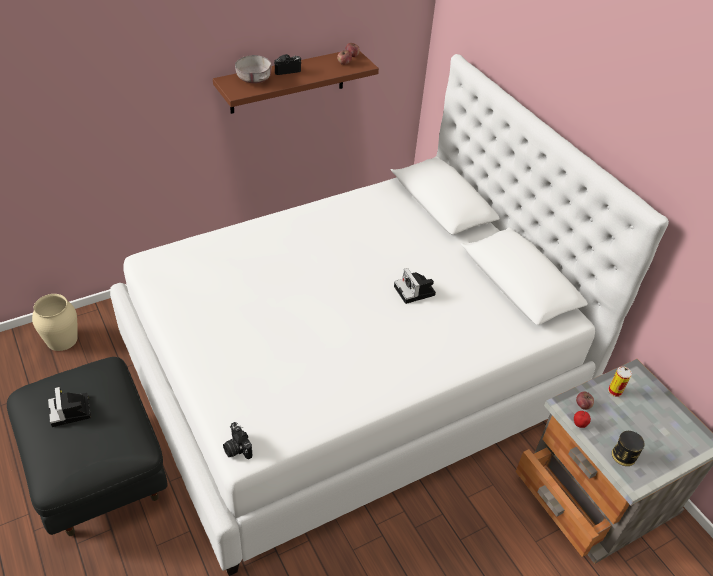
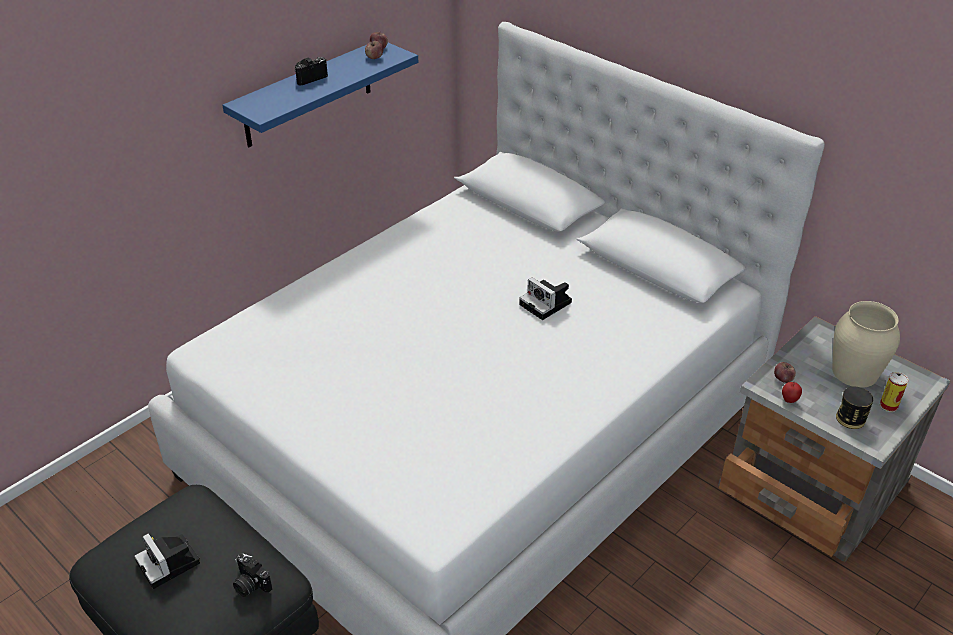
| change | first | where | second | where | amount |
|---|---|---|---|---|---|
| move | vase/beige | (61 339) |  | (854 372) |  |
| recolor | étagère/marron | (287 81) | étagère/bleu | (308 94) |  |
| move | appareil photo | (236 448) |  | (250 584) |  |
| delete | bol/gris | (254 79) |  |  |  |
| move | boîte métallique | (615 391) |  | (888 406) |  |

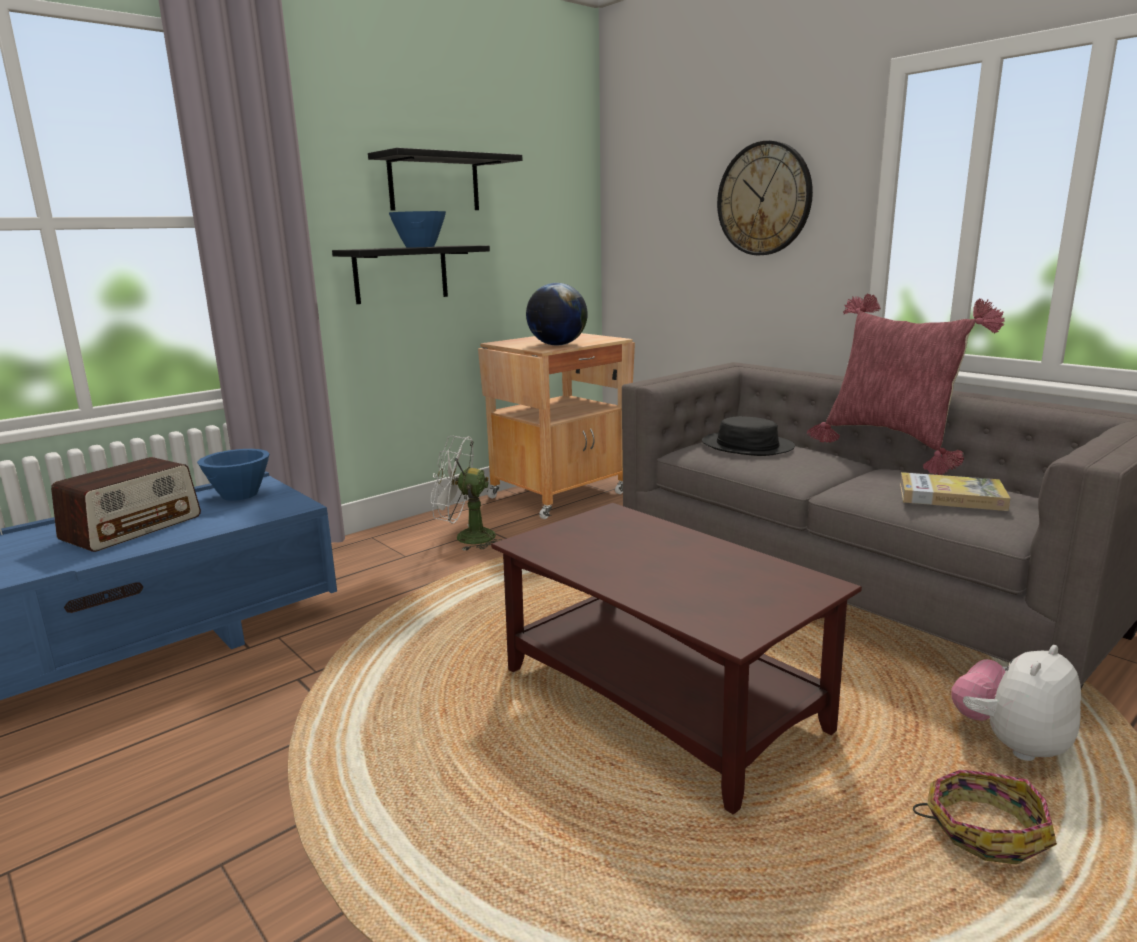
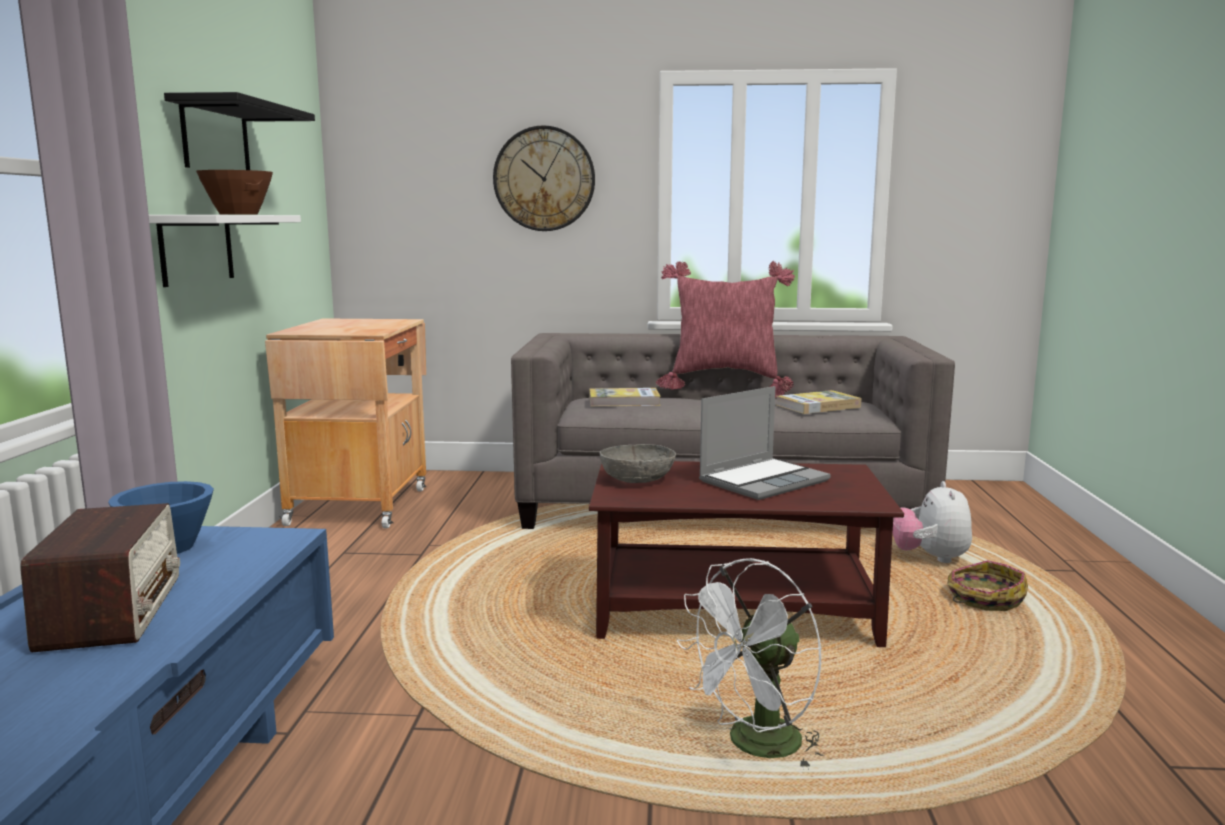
| change | first | where | second | where | amount |
|---|---|---|---|---|---|
| recolor | étagère/noir | (401 274) | étagère/blanc | (196 248) |  |
| recolor | bol/bleu | (420 247) | bol/marron | (239 214) |  |
| move | ventilateur/blanc | (466 538) |  | (755 747) |  |
| delete | globe | (557 345) |  |  |  |
| replace | chapeau/noir | (747 446) | livre | (624 401) |  |
| insert |  |  | bol/gris | (637 480) |  |
| insert |  |  | ordinateur portable | (763 480) |  |

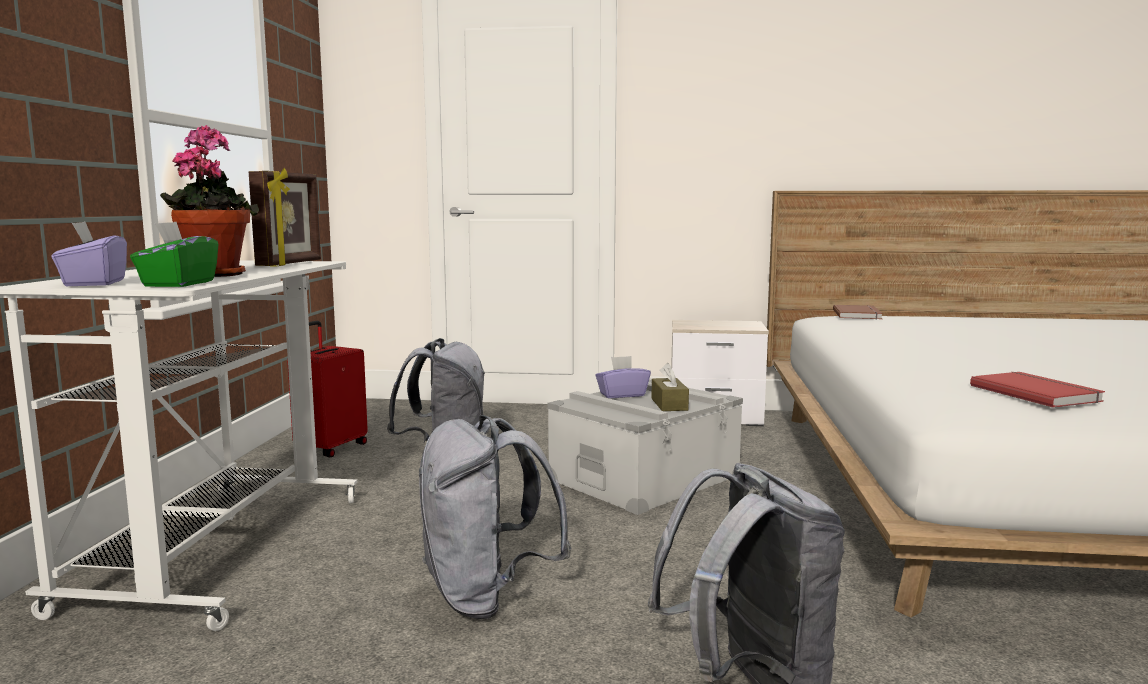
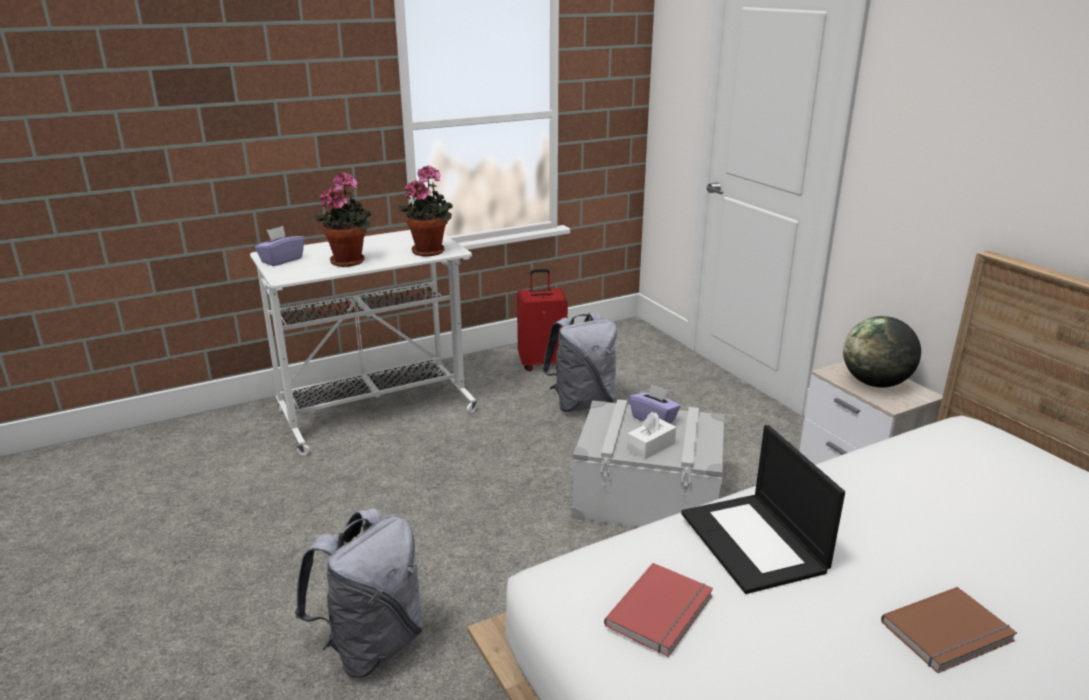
| change | first | where | second | where | amount |
|---|---|---|---|---|---|
| delete | boîte à mouchoirs/vert | (178 284) |  |  |  |
| replace | cadre photo | (291 264) | plante en pot | (430 251) |  |
| delete | sac à dos/gris | (486 597) |  |  |  |
| recolor | boîte à mouchoirs/marron | (669 404) | boîte à mouchoirs/blanc | (651 447) |  |
| move | livre/marron | (858 314) |  | (950 634) |  |
| insert |  |  | ordinateur portable | (754 542) |  |
| insert |  |  | globe | (875 383) |  |

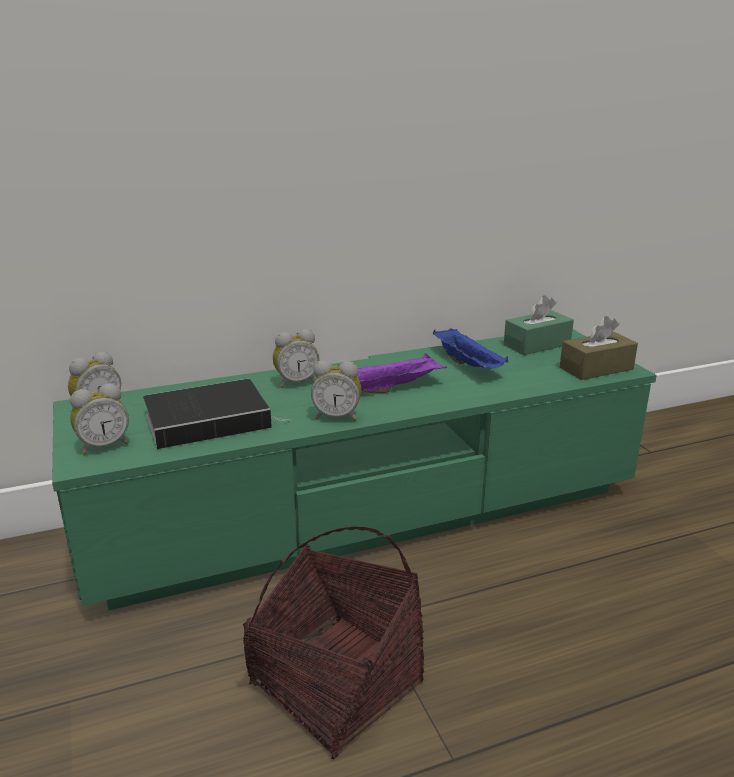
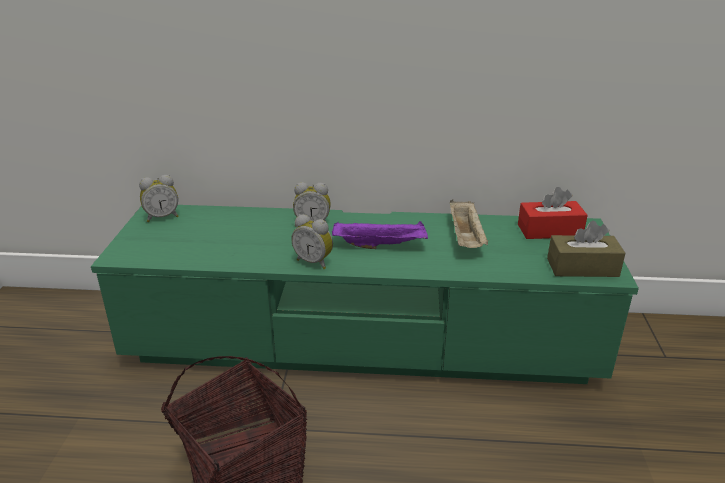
| change | first | where | second | where | amount |
|---|---|---|---|---|---|
| delete | réveil | (103 446) |  |  |  |
| delete | livre | (211 419) |  |  |  |
| recolor | plateau/bleu | (468 365) | plateau/beige | (466 238) |  |
| recolor | boîte à mouchoirs/vert | (537 344) | boîte à mouchoirs/rouge | (549 230) |  |

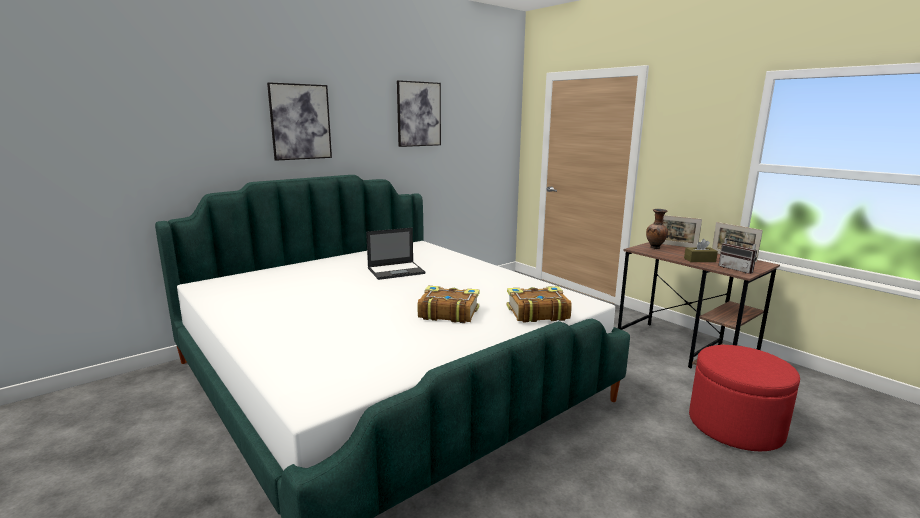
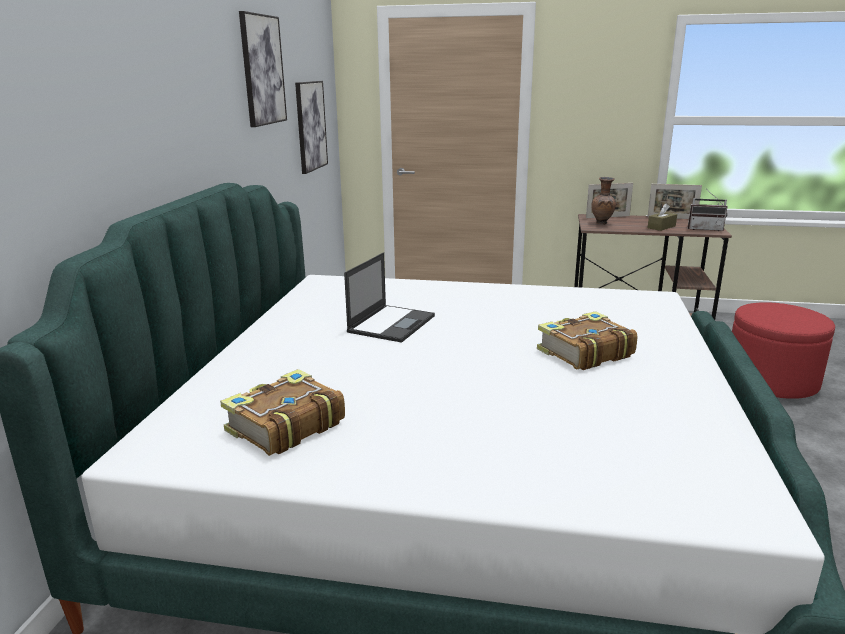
| change | first | where | second | where | amount |
|---|---|---|---|---|---|
| move | tableau | (300 122) |  | (310 126) |  |
| move | livre | (536 313) |  | (284 426) |  |

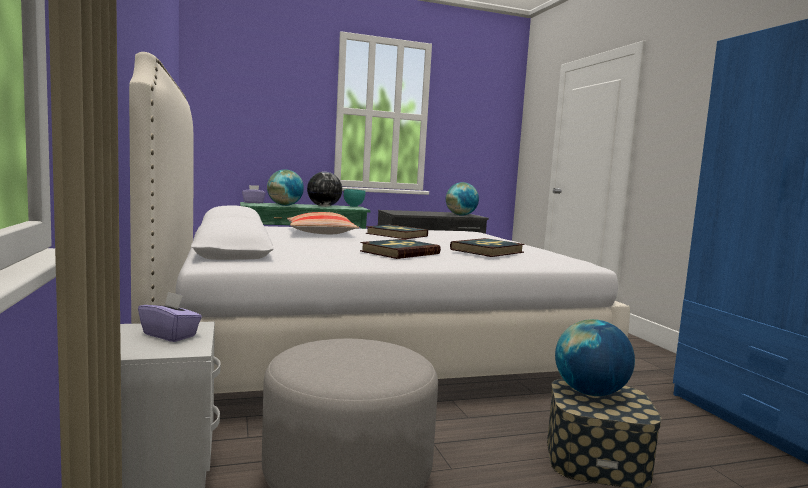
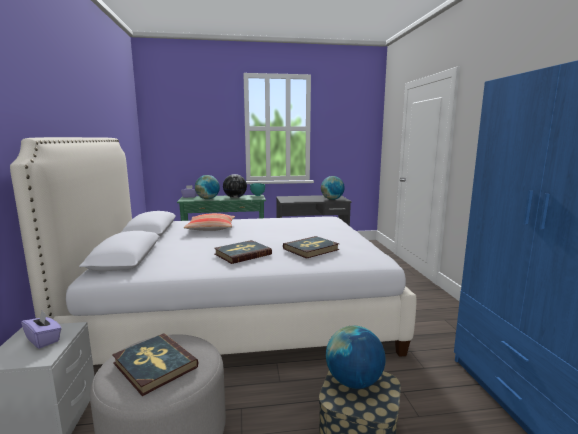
| change | first | where | second | where | amount |
|---|---|---|---|---|---|
| move | livre | (396 235) |  | (154 365) |  |

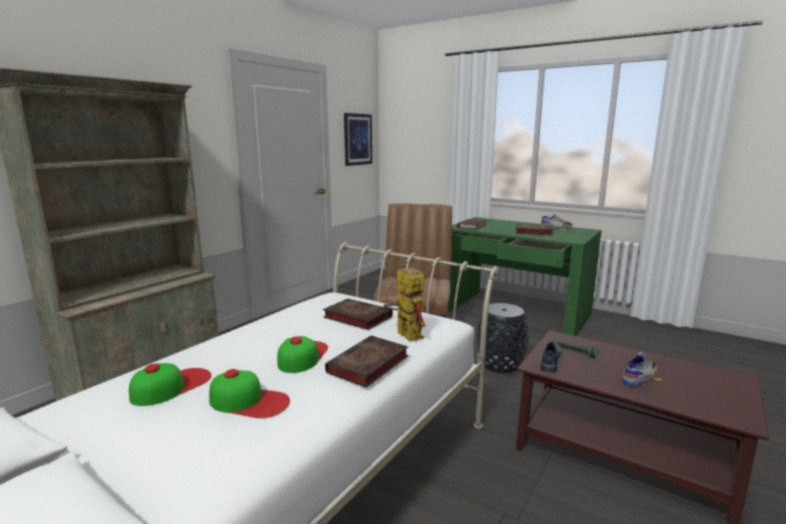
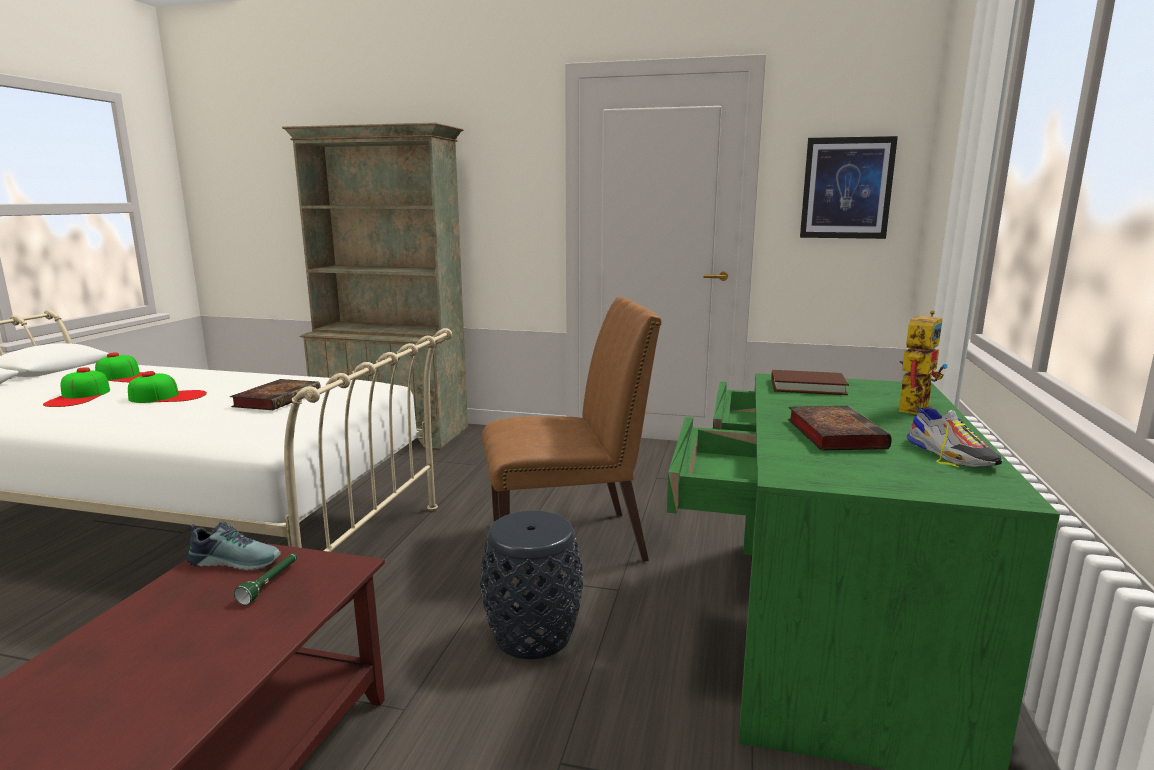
| change | first | where | second | where | amount |
|---|---|---|---|---|---|
| delete | livre | (367 366) |  |  |  |
| move | robot jouet | (404 333) |  | (913 407) |  |
| delete | chaussure | (639 375) |  |  |  |

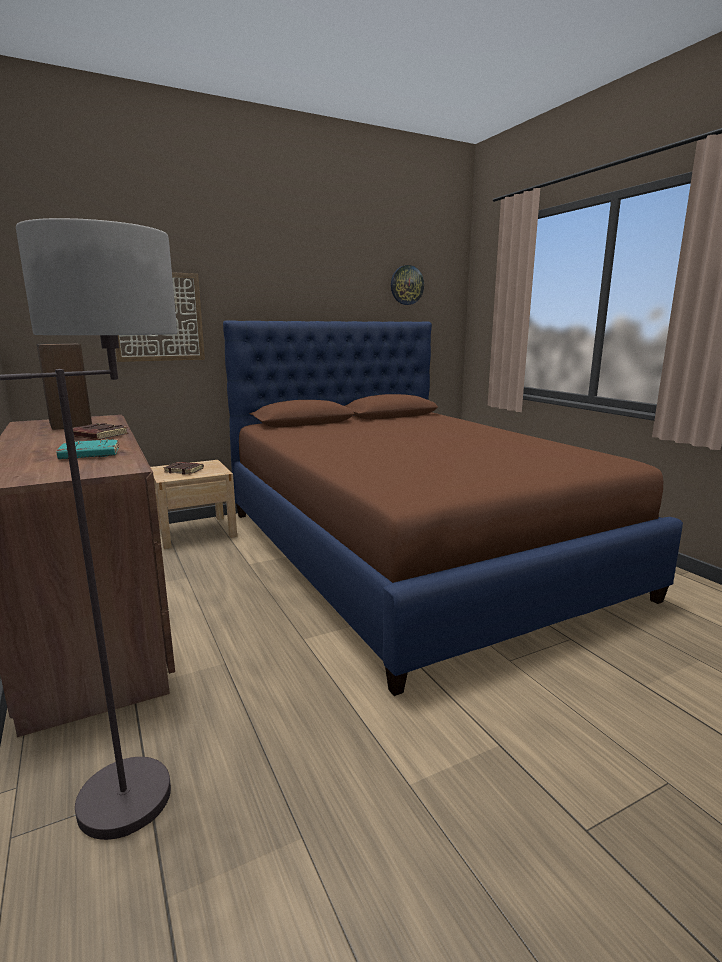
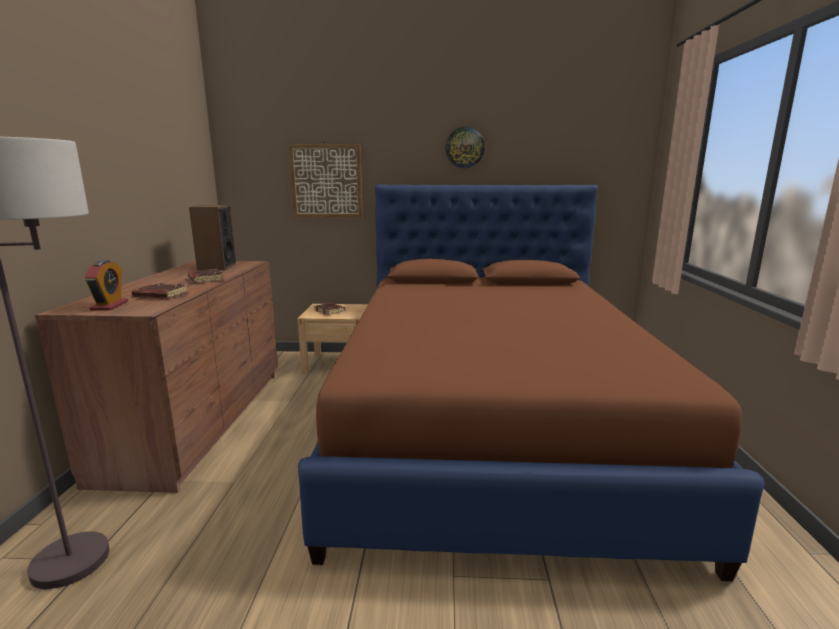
| change | first | where | second | where | amount |
|---|---|---|---|---|---|
| recolor | livre/turquoise | (89 454) | livre/marron | (160 295) |  |
| move | horloge murale | (406 285) |  | (465 147) |  |
| insert |  |  | réveil | (110 306) |  |

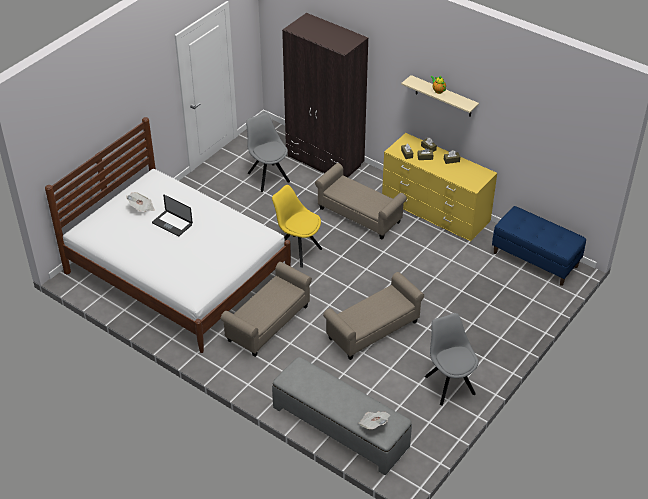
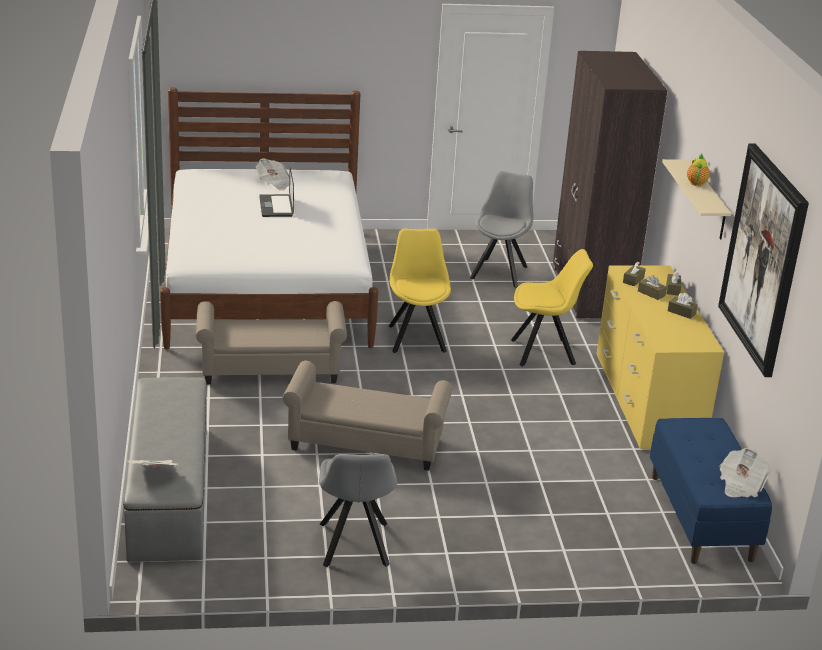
| change | first | where | second | where | amount |
|---|---|---|---|---|---|
| replace | pouf/beige | (359 215) | chaise/jaune | (543 352) |  |
| rotate | chaise/gris | (449 385) |  | (355 545) | 150 degrees clockwise |
| insert |  |  | tableau | (763 258) |  |
| insert |  |  | journal | (740 485) |  |

